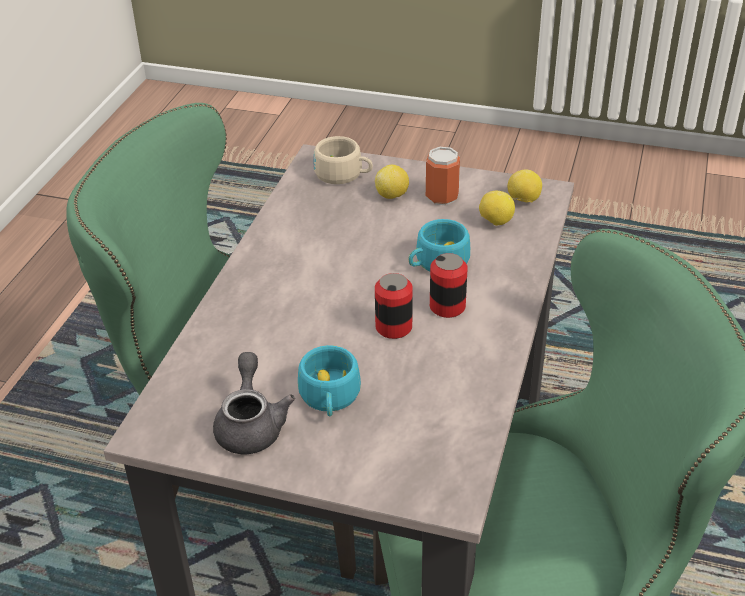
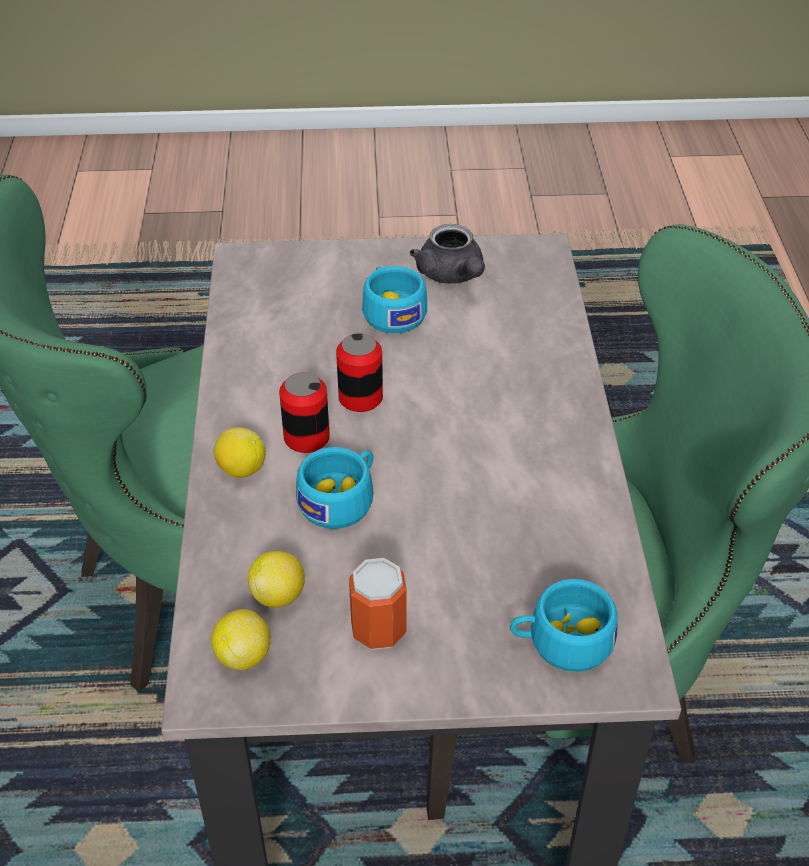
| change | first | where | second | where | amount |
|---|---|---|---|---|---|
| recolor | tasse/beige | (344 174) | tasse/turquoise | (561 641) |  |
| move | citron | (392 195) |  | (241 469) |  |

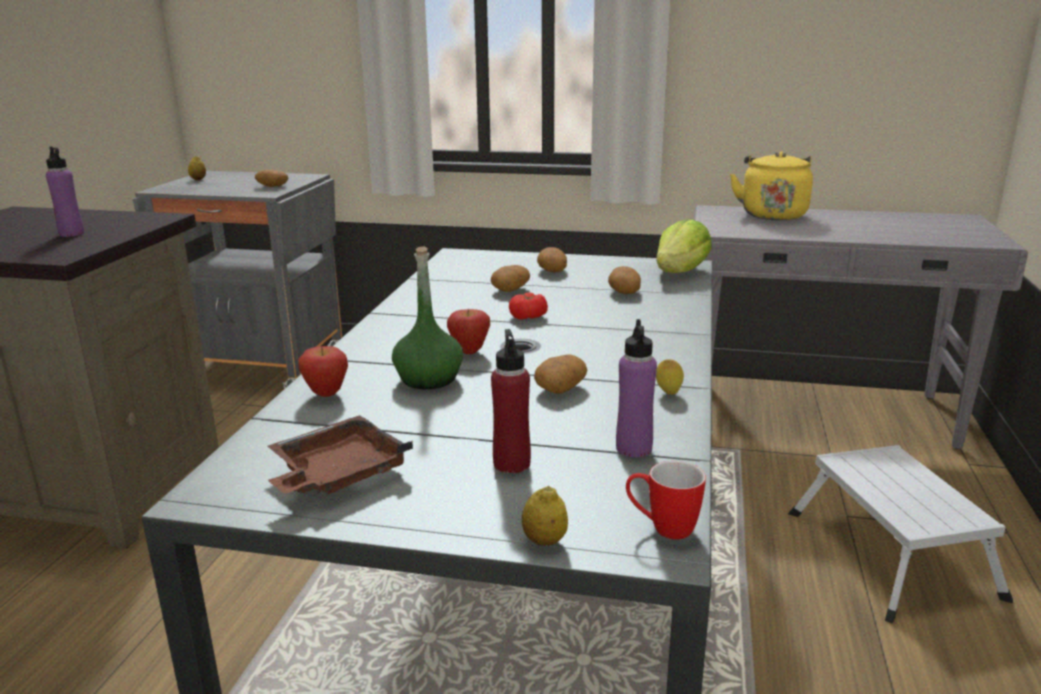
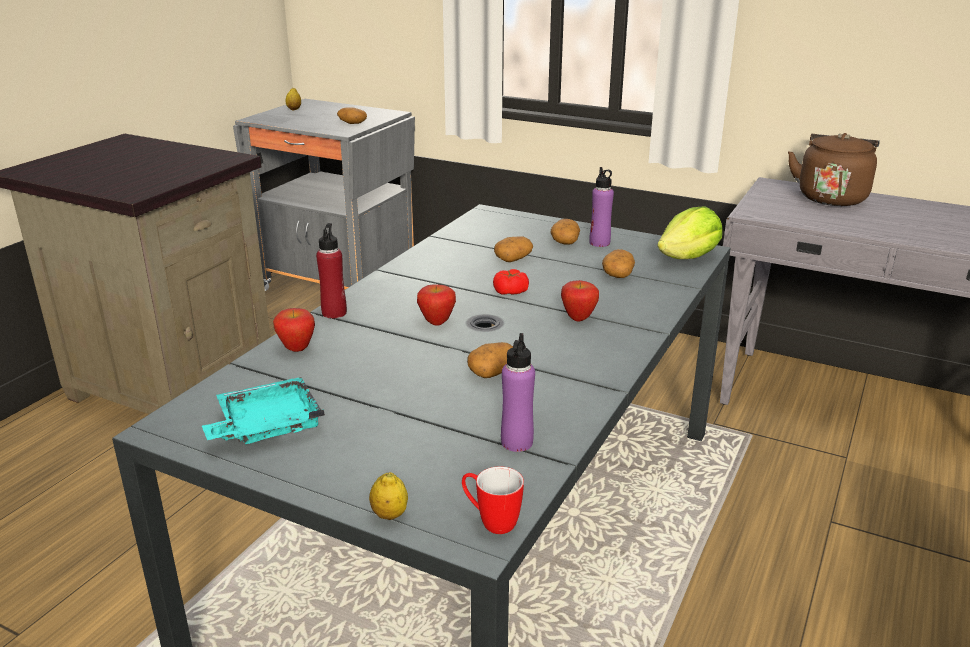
| change | first | where | second | where | amount |
|---|---|---|---|---|---|
| move | bouteille/violet | (71 233) |  | (599 243) |  |
| recolor | plateau/marron | (337 474) | plateau/turquoise | (266 426) |  |
| delete | bouteille/vert | (429 379) |  |  |  |
| move | bouteille/rouge | (511 463) |  | (334 313) |  |
| delete | citron | (668 393) |  |  |  |
| recolor | bouilloire/jaune | (772 214) | bouilloire/marron | (831 197) |  |
| delete | escabeau/blanc | (892 554) |  |  |  |
| insert |  |  | pomme | (578 318) |  |

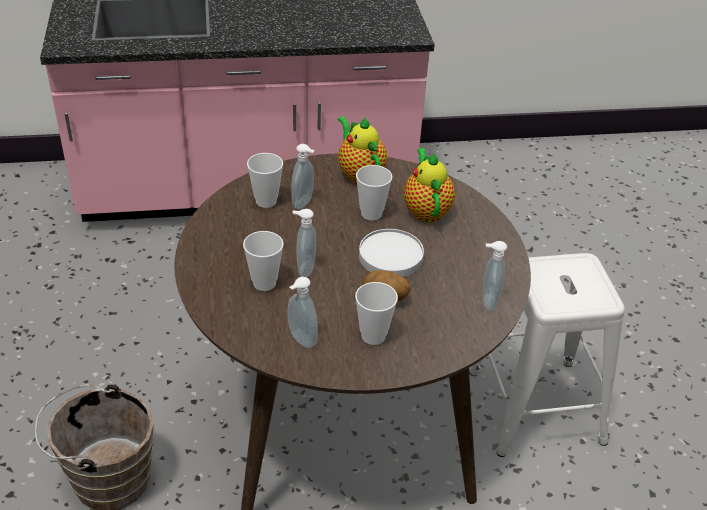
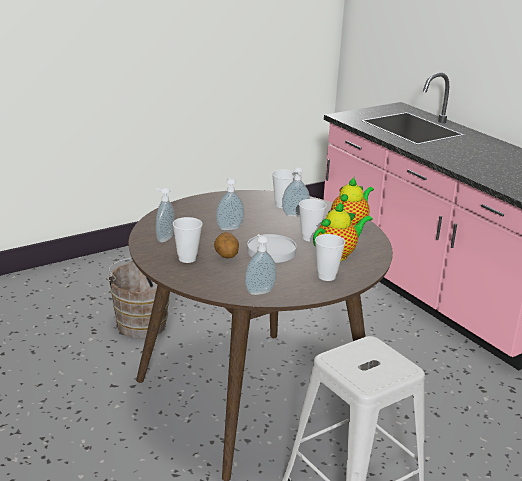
| change | first | where | second | where | amount |
|---|---|---|---|---|---|
| move | tasse | (264 283) |  | (326 276) |  |

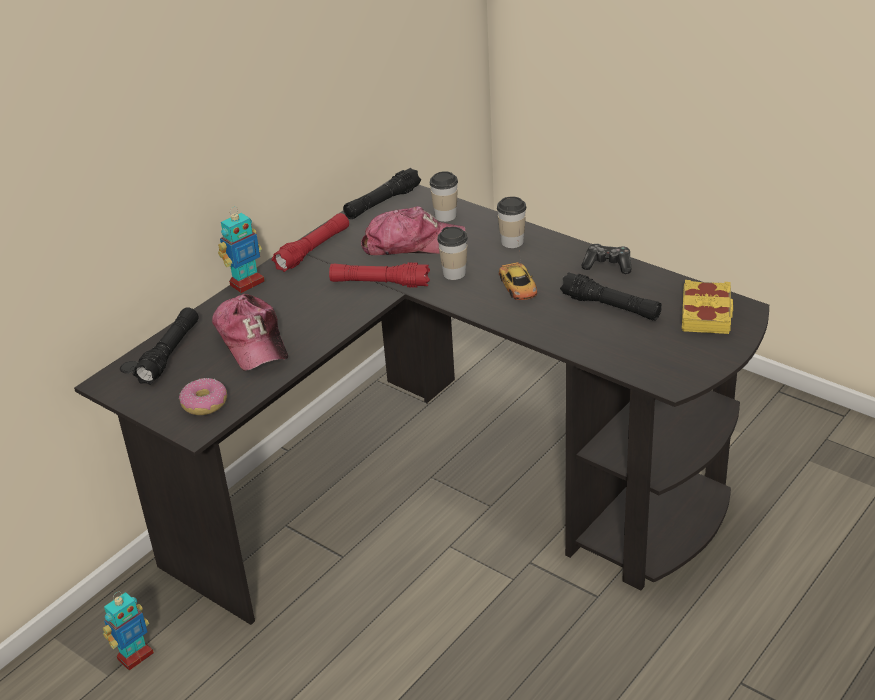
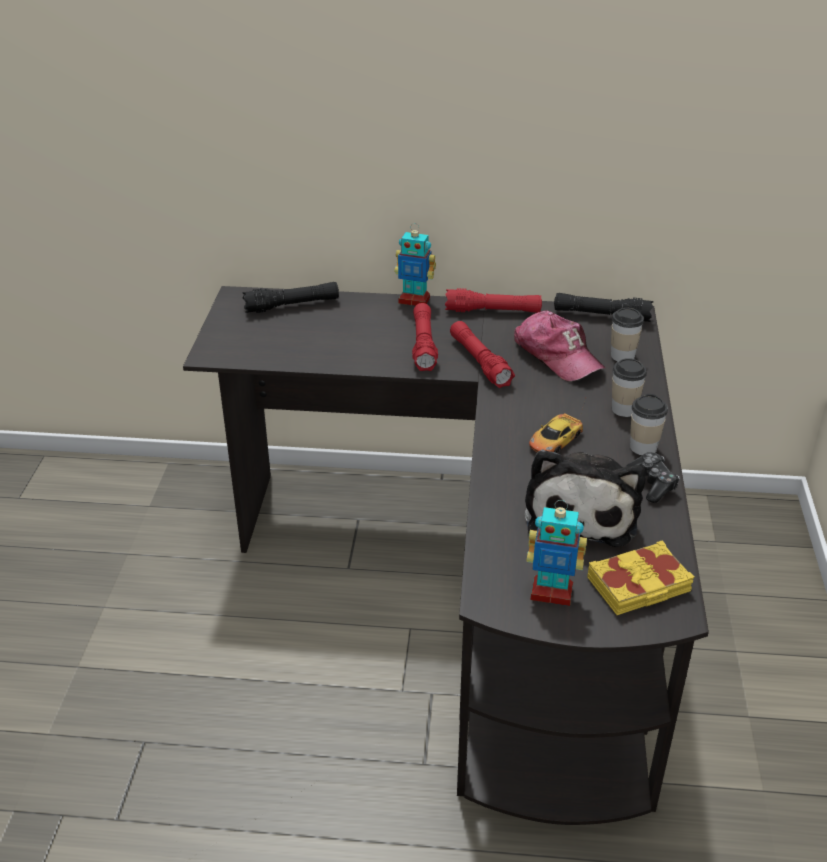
| change | first | where | second | where | amount |
|---|---|---|---|---|---|
| move | robot jouet | (135 656) |  | (551 592) |  |
| delete | beignet | (204 404) |  |  |  |
| delete | casquette | (252 341) |  |  |  |
| move | tasse | (454 273) |  | (643 447) |  |
| replace | lampe de poche/noir | (611 307) | peluche | (581 511) |  |
| insert |  |  | lampe de poche/rouge | (423 345) |  |

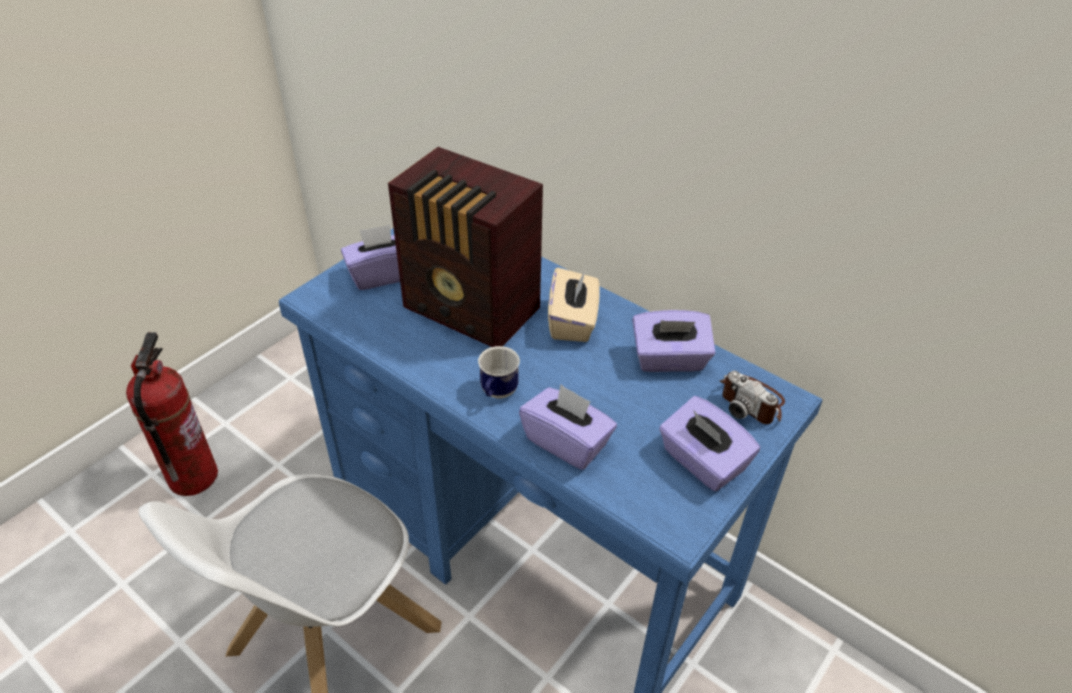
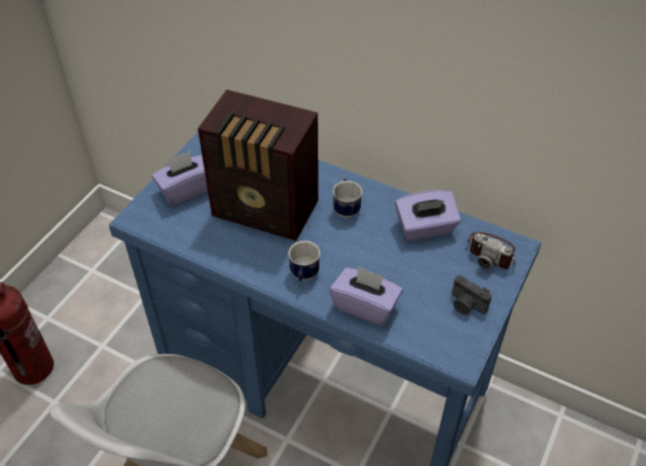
| change | first | where | second | where | amount |
|---|---|---|---|---|---|
| replace | boîte à mouchoirs/beige | (573 322) | mug | (346 208) |  |
| replace | boîte à mouchoirs/violet | (702 462) | appareil photo | (466 305) |  |

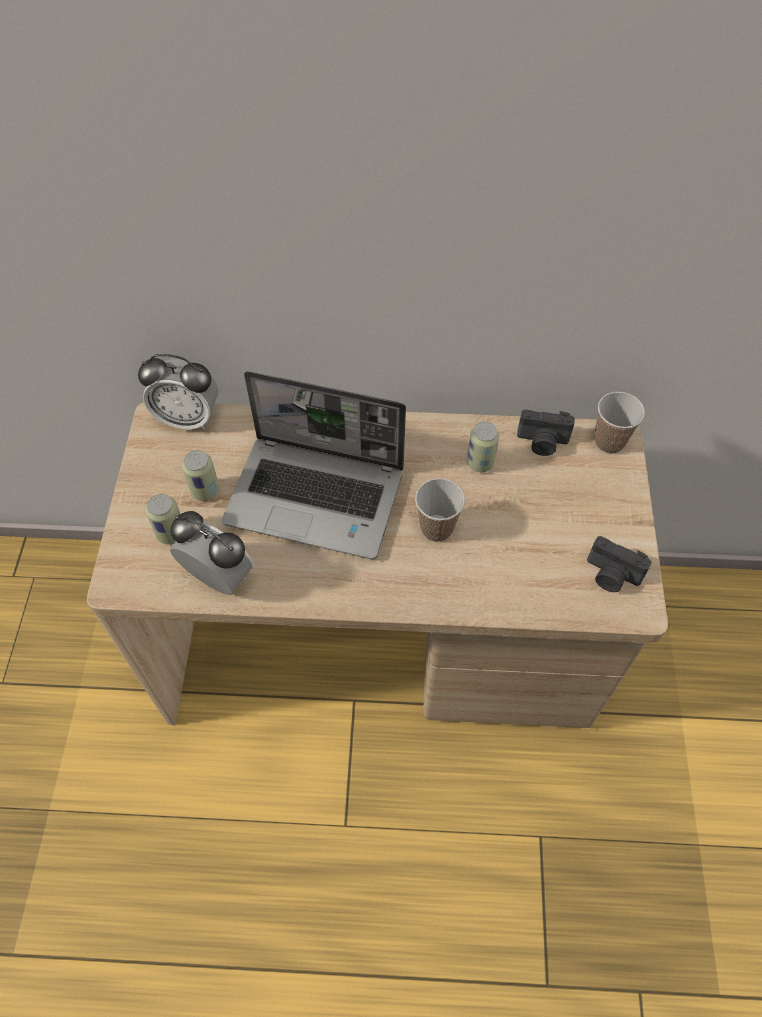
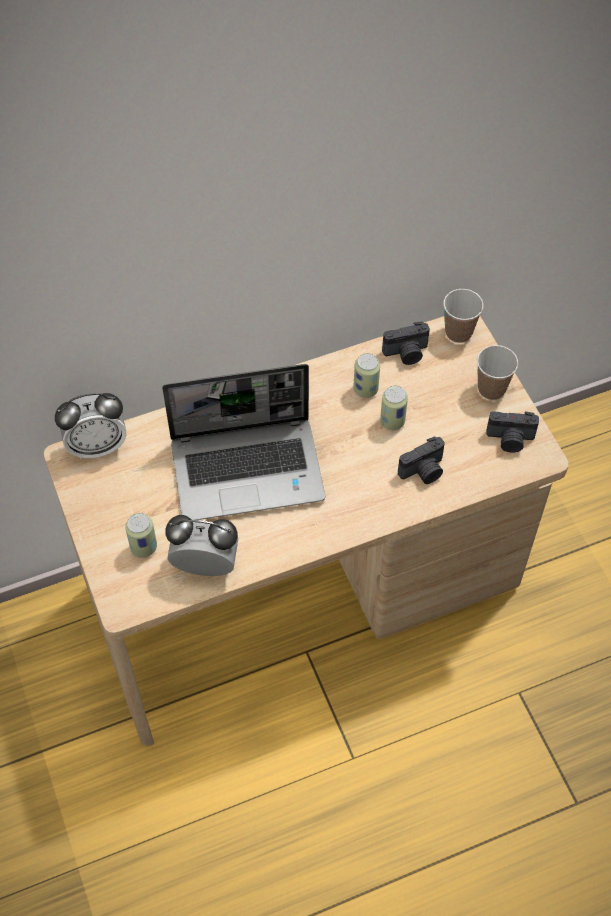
| change | first | where | second | where | amount |
|---|---|---|---|---|---|
| move | boîte métallique | (205 491) |  | (392 421) |  |
| move | tasse | (436 528) |  | (491 389) |  |
| insert |  |  | appareil photo | (423 471) |  |

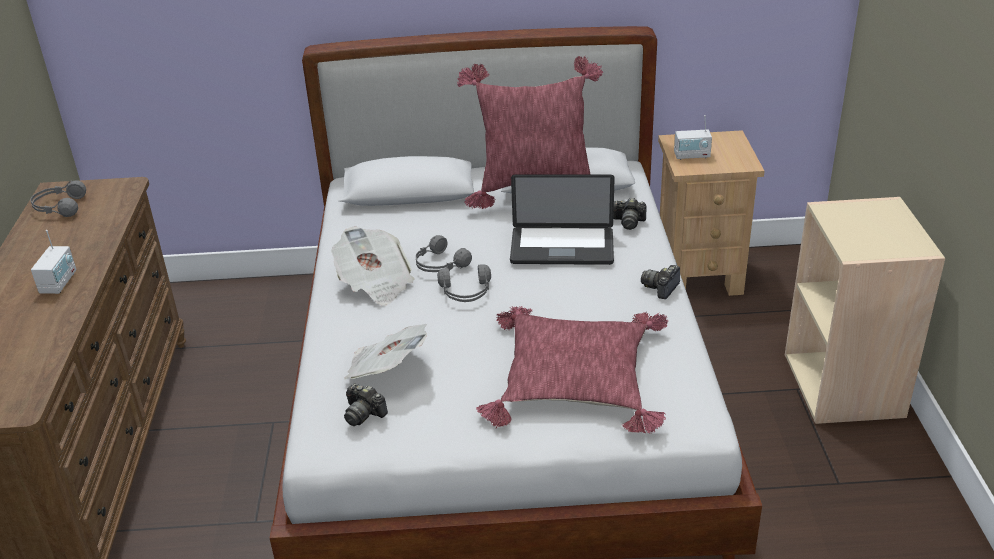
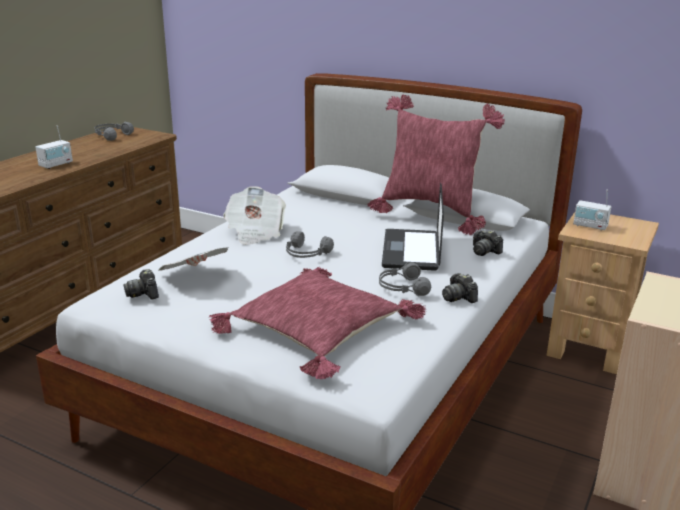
| change | first | where | second | where | amount |
|---|---|---|---|---|---|
| move | casque audio/gris | (439 265) |  | (402 288) |  |
| rotate | ordinateur portable | (562 248) |  | (411 251) | 60 degrees clockwise |
| rotate | appareil photo | (661 288) |  | (458 297) | 90 degrees counterclockwise |

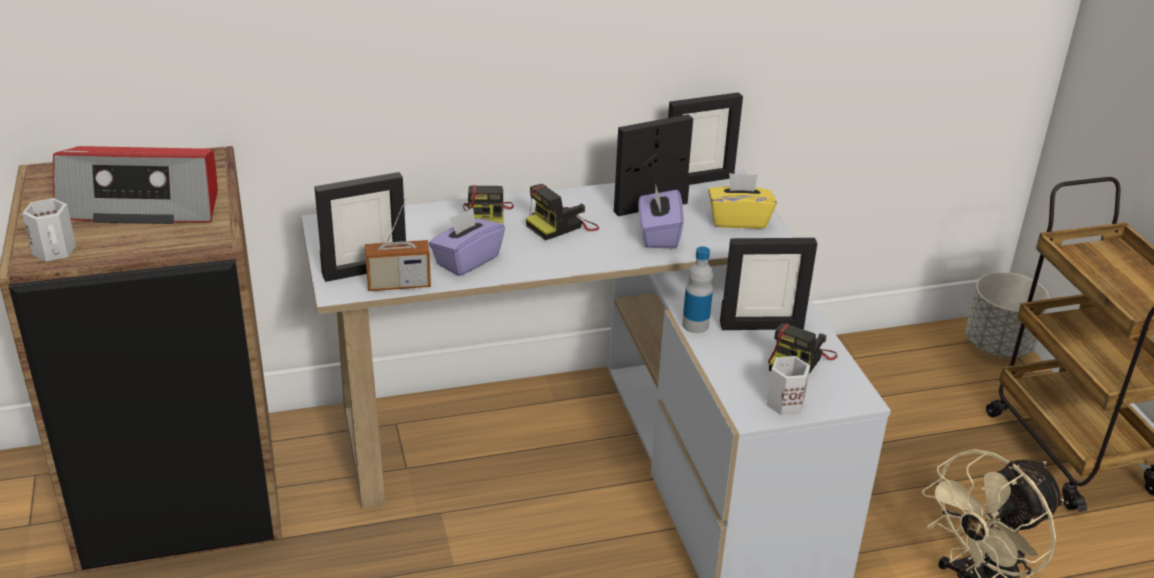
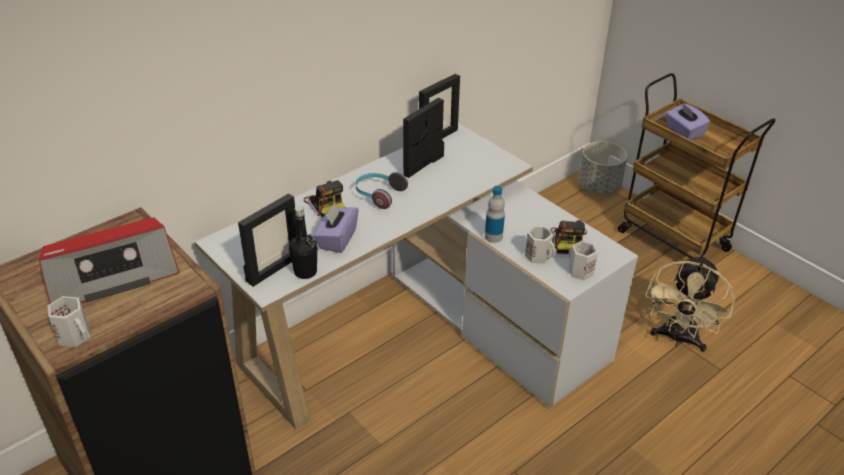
| change | first | where | second | where | amount |
|---|---|---|---|---|---|
| replace | radio | (399 284) | bouteille/noir | (305 272) |  |
| replace | appareil photo | (561 225) | casque audio | (378 195) |  |
| move | boîte à mouchoirs/violet | (658 235) |  | (684 132) |  |
| delete | boîte à mouchoirs/jaune | (738 220) |  |  |  |
| delete | cadre photo | (761 325) |  |  |  |
| insert |  |  | mug/blanc | (538 256) |  |

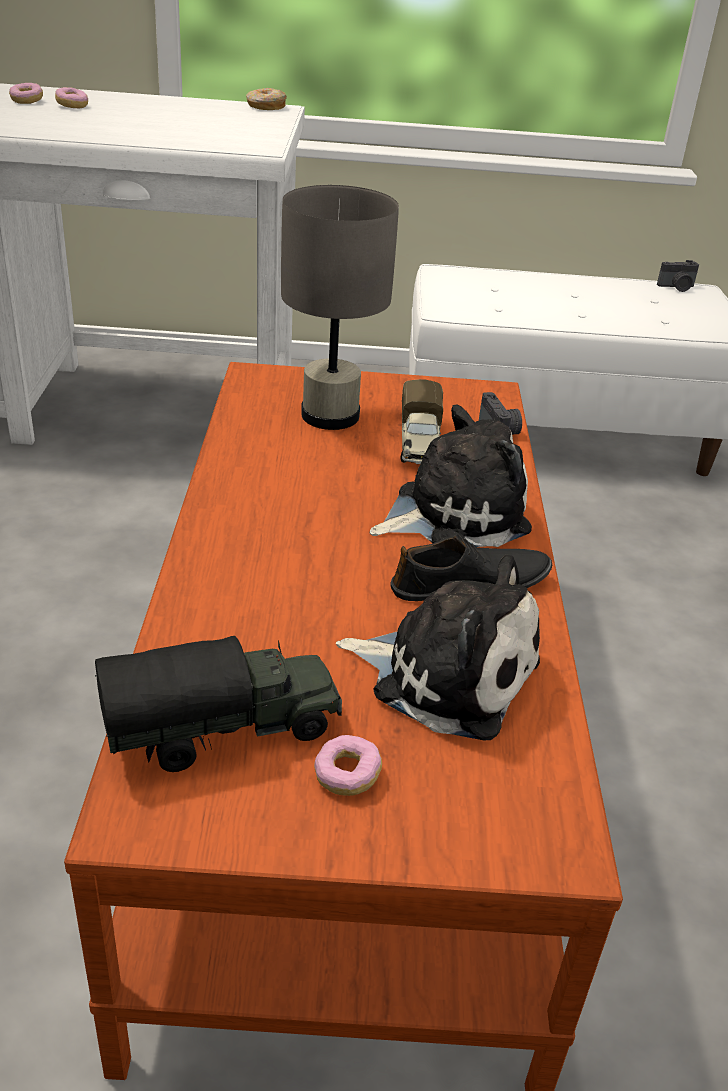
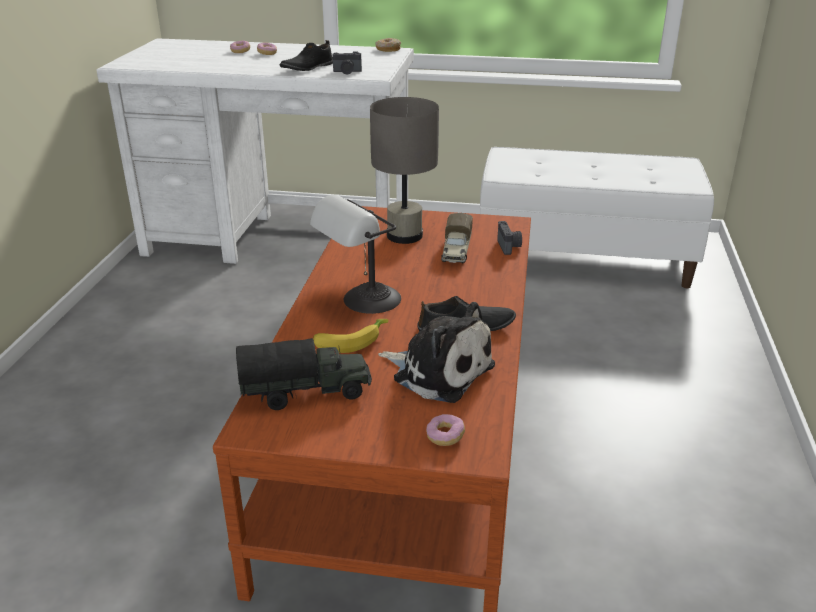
| change | first | where | second | where | amount |
|---|---|---|---|---|---|
| move | beignet | (347 775) |  | (445 437) |  |
| delete | peluche | (453 513) |  |  |  |
| move | appareil photo | (677 287) |  | (347 72) |  |
| insert |  |  | chaussure/noir | (307 67) |  |
| insert |  |  | lampe de table | (362 303) |  |
| insert |  |  | banane | (350 341) |  |

